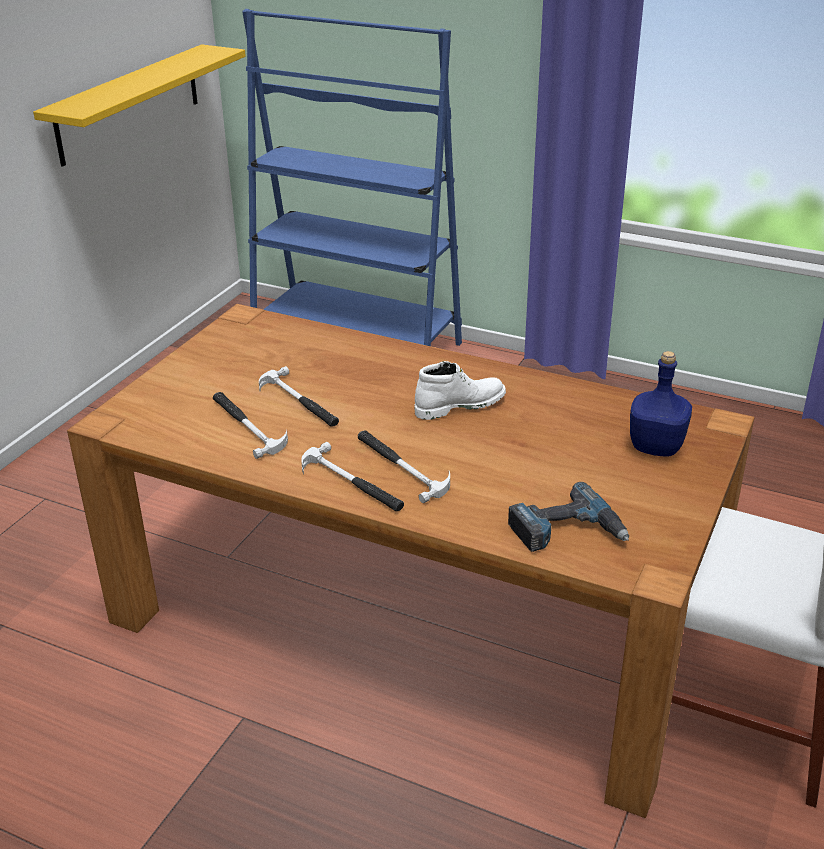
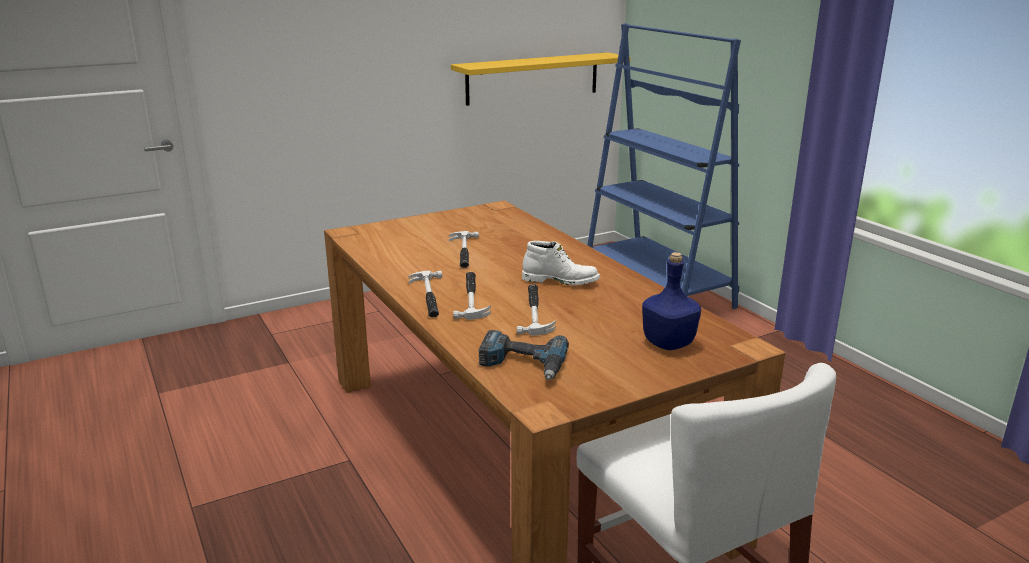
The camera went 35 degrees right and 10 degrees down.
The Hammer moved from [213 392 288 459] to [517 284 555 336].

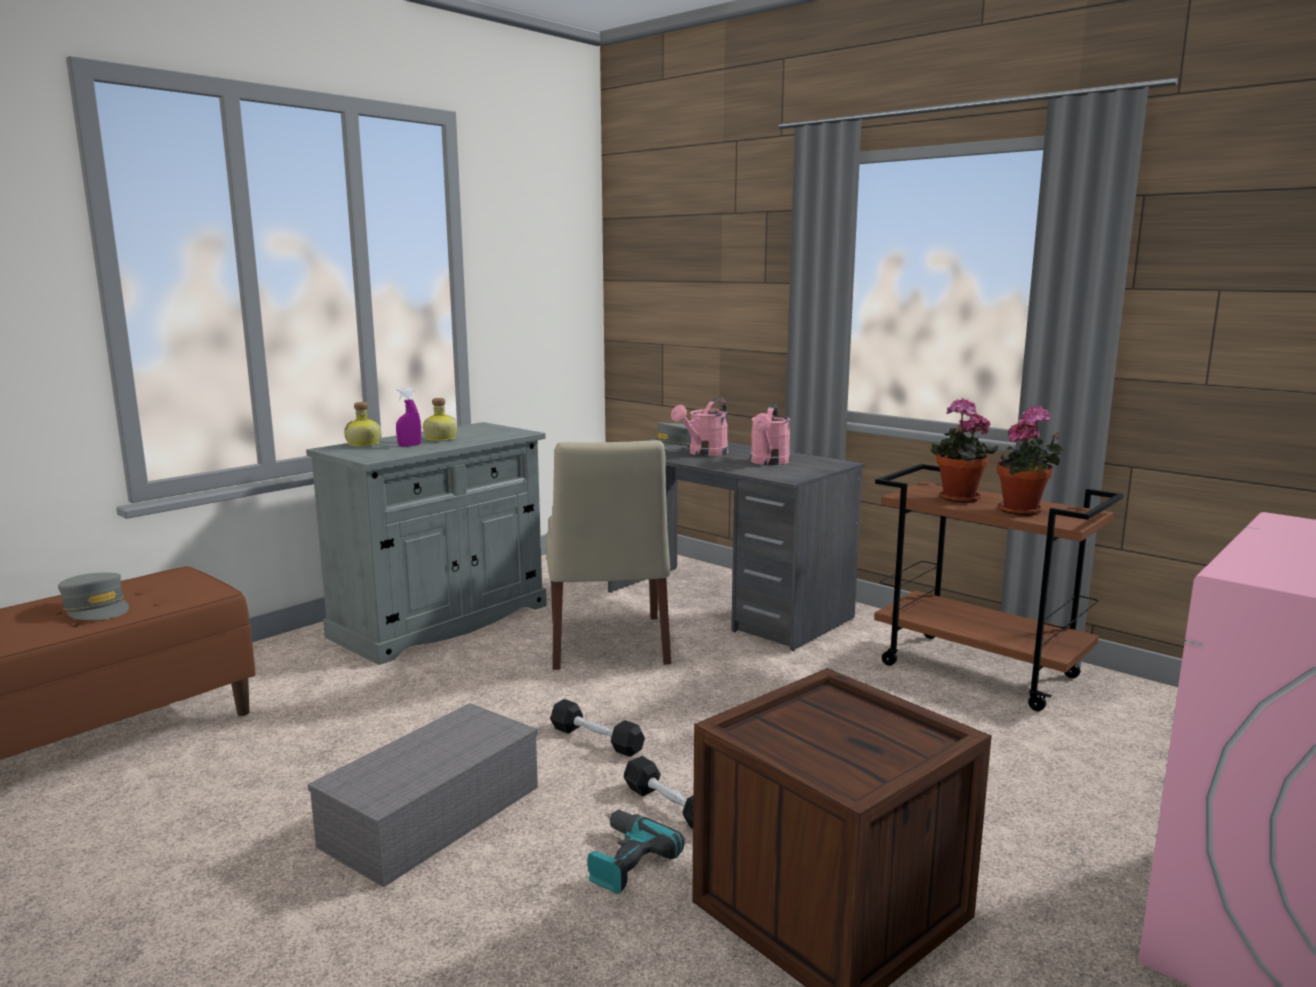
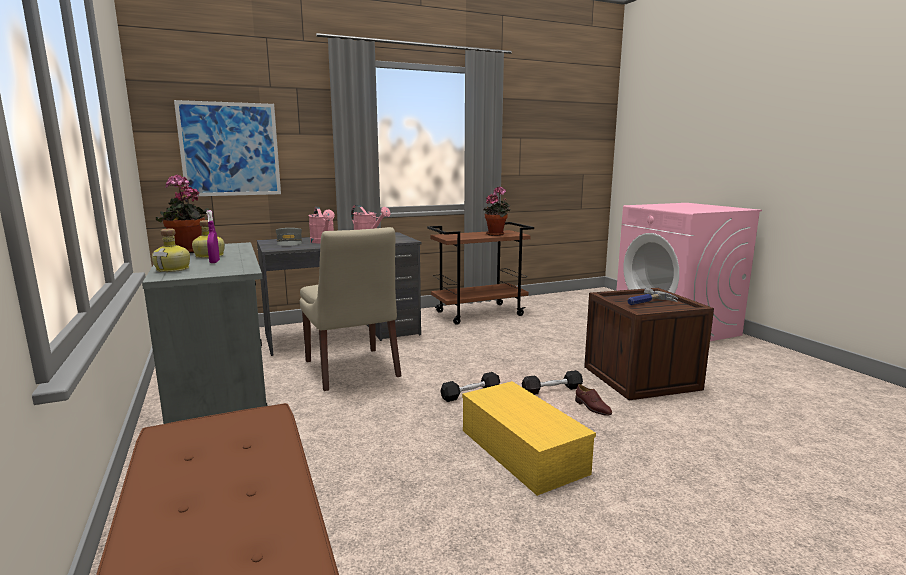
The camera went 65 degrees left and 0 degrees up.
The Topfpflanze moved from [930 398 998 503] to [156 174 209 253].
The Stuhl [beige] at [546 440 671 670] turned 45 degrees clockwise.
The Kappe [grau] at [58 573 129 620] disappeared.
The Aufbewahrungsbox [grau] at [308 703 538 887] became the Aufbewahrungsbox [gelb] at [462 381 596 496].
The Bohrmaschine at [587 810 685 894] was replaced by the Schuh [braun] at [575 384 612 416].
The Bild at [174 100 281 196] appeared.
The Hammer at [627 288 678 305] appeared.

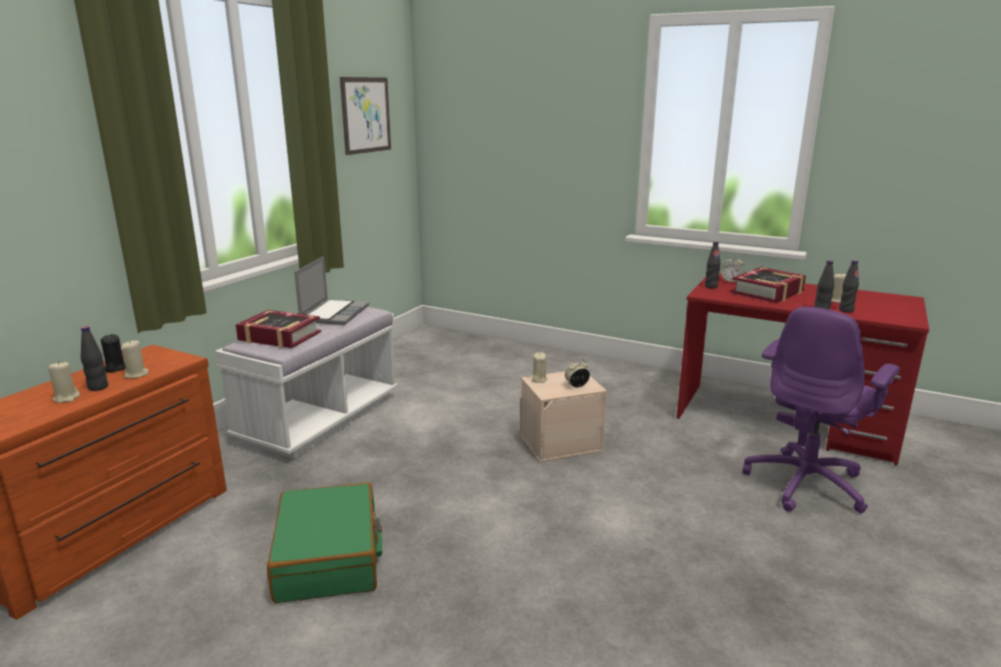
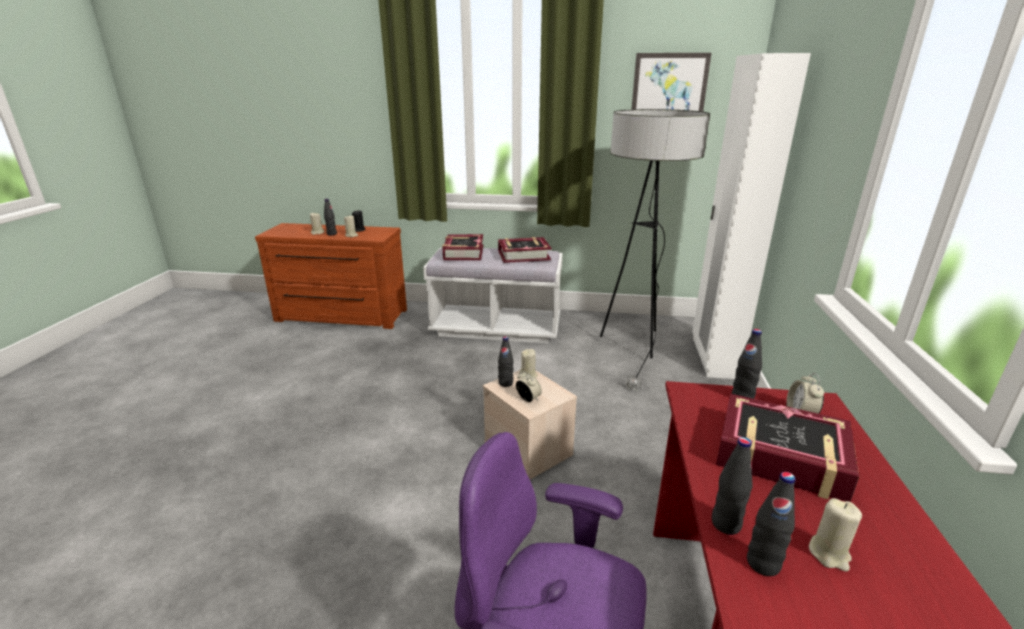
The camera went 70 degrees right and 5 degrees up.
The Laptop at [294 256 369 325] was replaced by the Buch at [498 237 551 263].
The Koffer [grün] at [267 482 382 603] disappeared.
The Kleiderschrank [weiß] at [692 53 811 379] appeared.
The Stehlampe at [600 109 710 391] appeared.
The Flasche [schwarz] at [498 336 514 387] appeared.

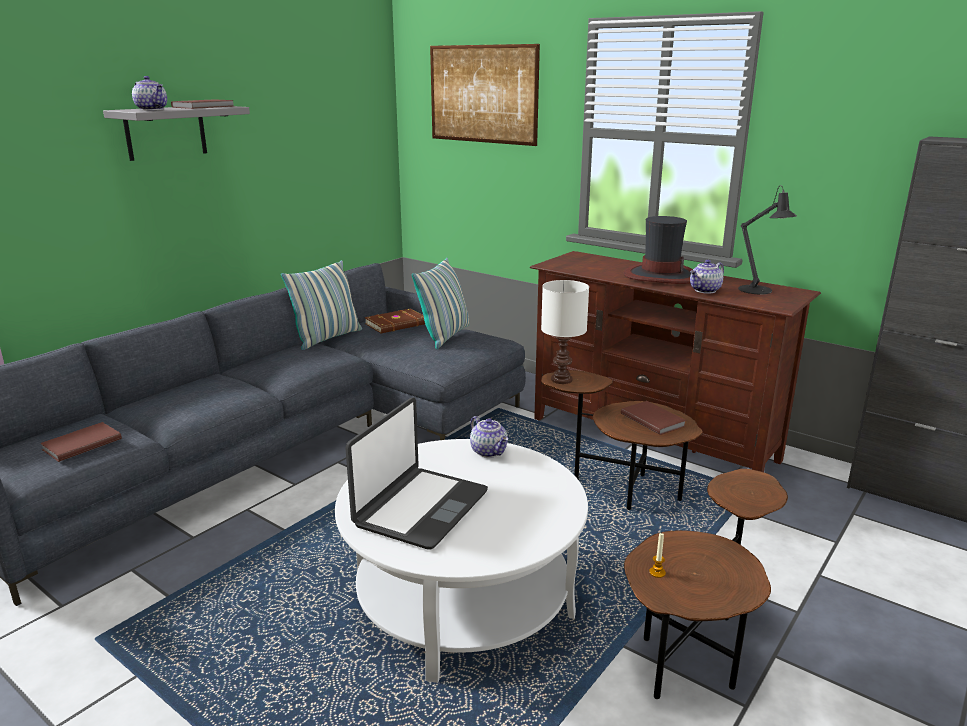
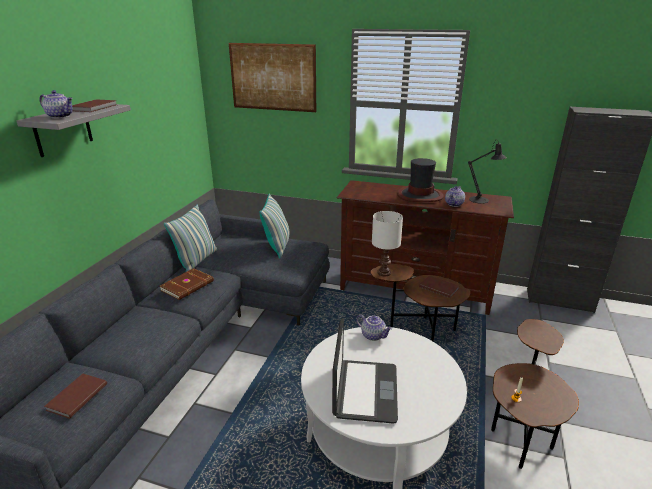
The camera went 20 degrees left and 5 degrees up.
The Buch [braun] moved from [364 309 425 333] to [160 268 214 300].

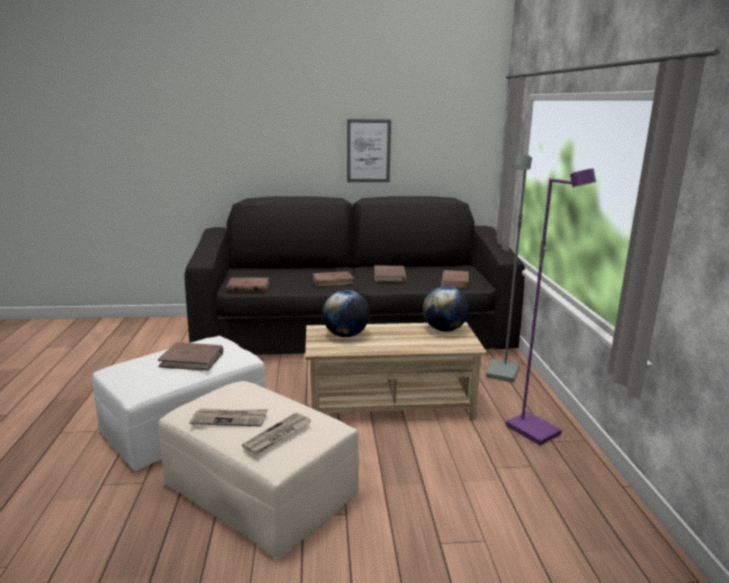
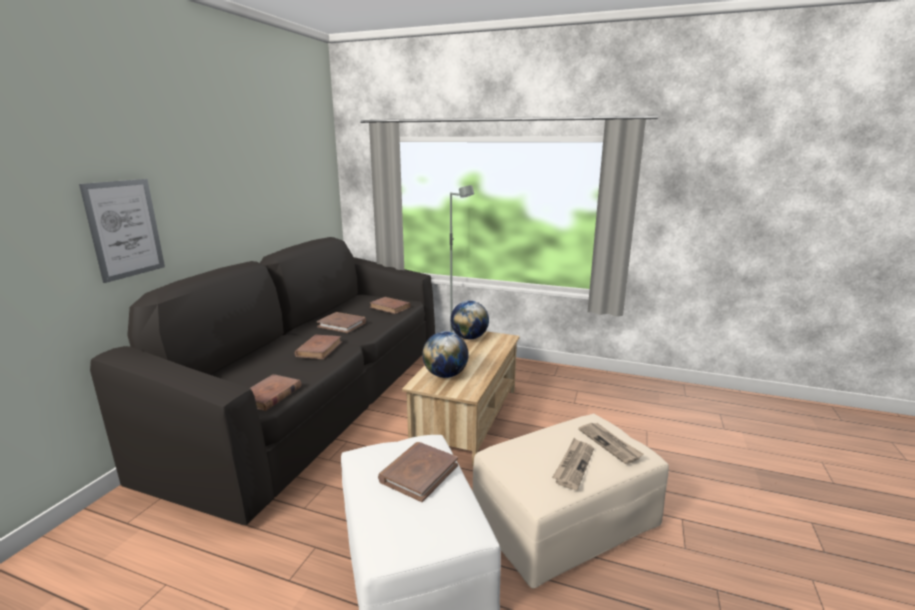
The camera went 65 degrees left and 0 degrees up.
The Bild moved from [347 119 391 182] to [79 179 165 283].
The Stehlampe [lila] at [506 169 596 445] disappeared.

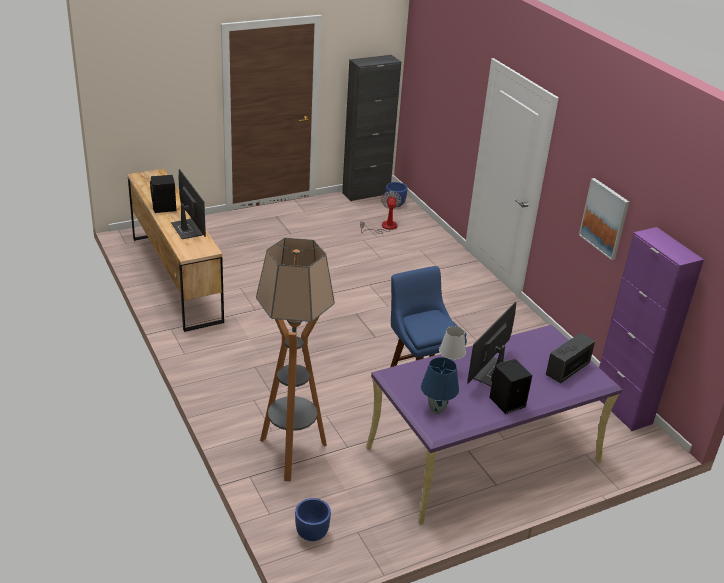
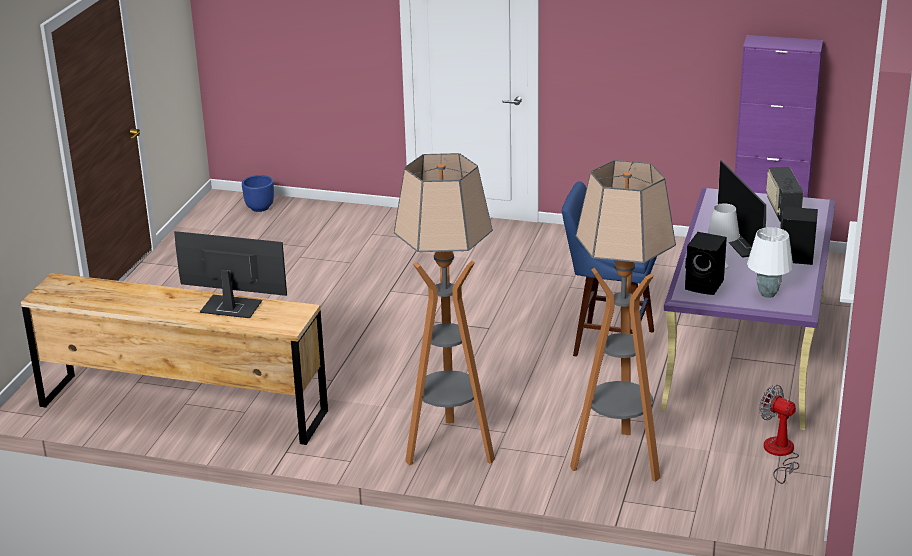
The camera went 45 degrees left and 5 degrees down.
The Schrank [schwarz] at [342 55 401 202] disappeared.
The Lautsprecher [schwarz] moved from [150 175 176 213] to [685 232 727 295].
The Bild at [579 178 629 260] disappeared.
The Ventilator moved from [360 191 401 234] to [759 385 799 484].
The Tischlampe [blau] at [421 357 459 414] became the Tischlampe [weiß] at [747 227 793 298].
The Pflanzkübel [blau] at [295 498 331 541] disappeared.
The Stehlampe at [394 153 495 466] appeared.

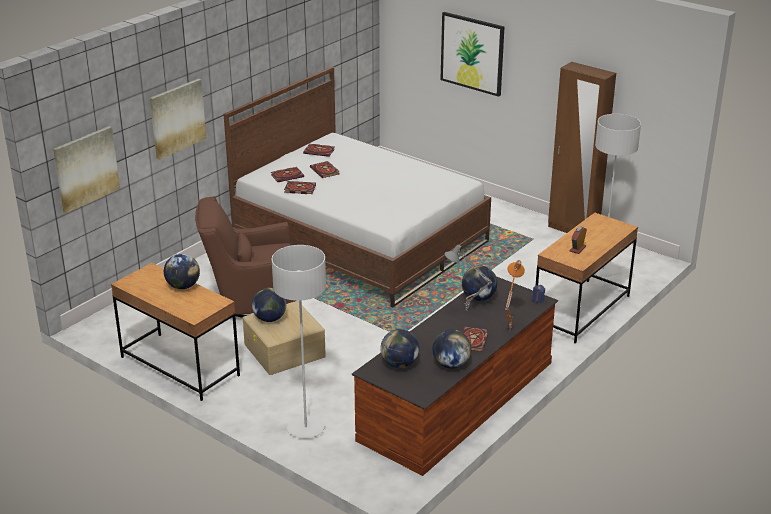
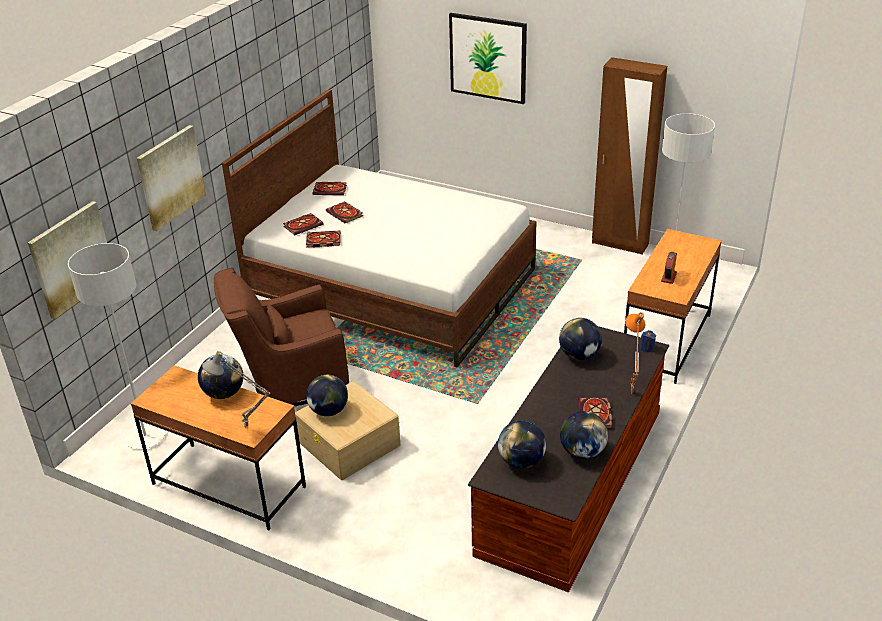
The camera went 10 degrees left and 5 degrees up.
The Tischlampe [grau] moved from [444 244 492 309] to [202 351 270 428].
The Stehlampe [grau] moved from [272 245 326 439] to [68 243 166 449].

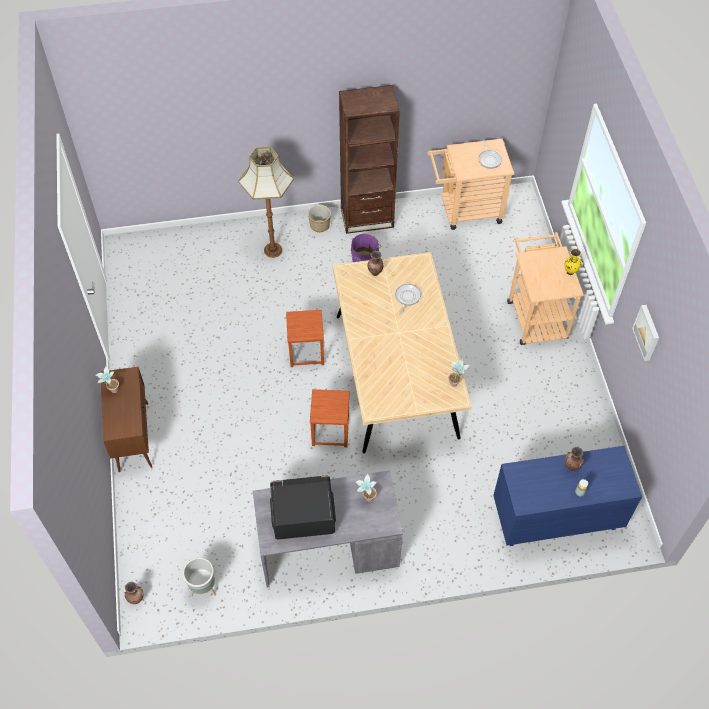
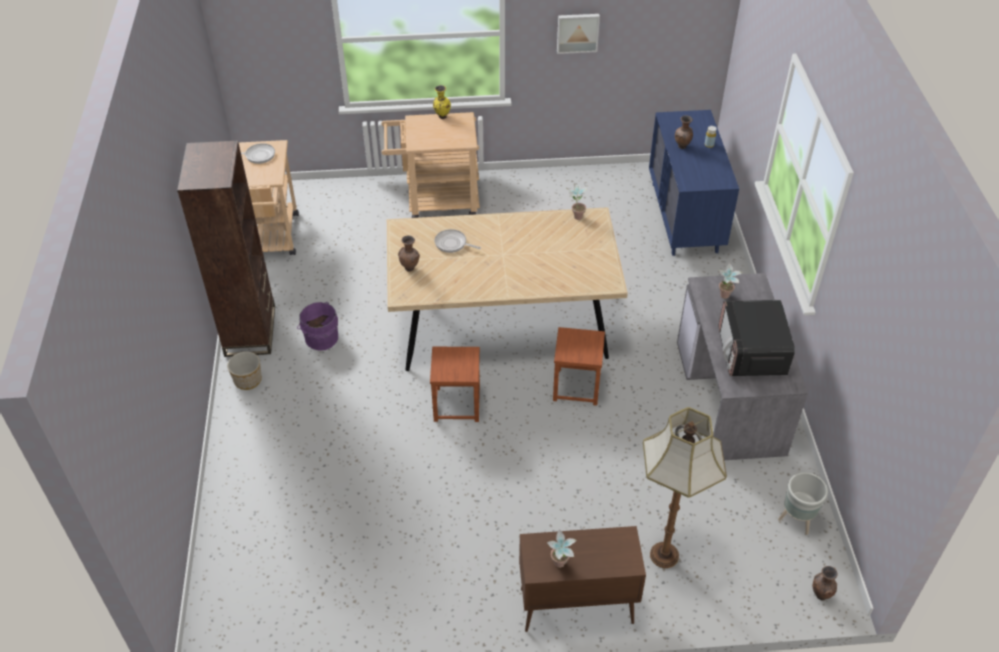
The camera went 85 degrees left and 10 degrees down.
The Stehlampe moved from [238 147 294 258] to [643 407 727 568].

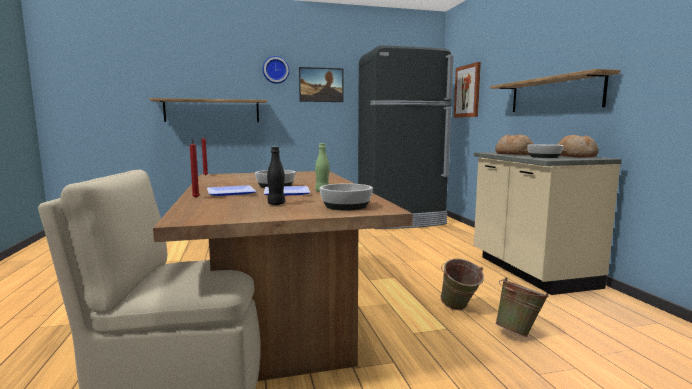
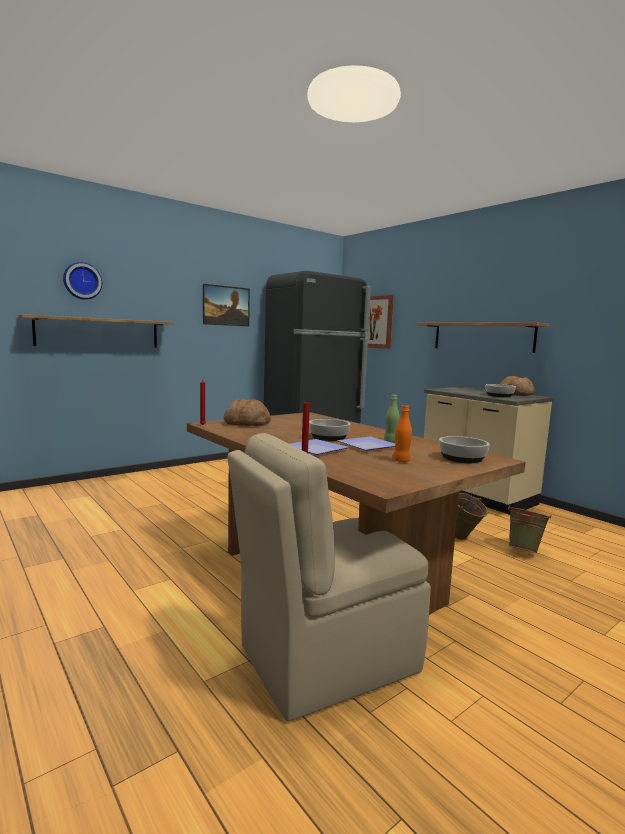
The camera went 25 degrees left and 0 degrees up.
The Wanduhr moved from [263 56 289 84] to [63 262 102 300].
The Brot moved from [495 135 533 155] to [224 399 271 426].
The Flasche [schwarz] at [267 147 285 205] became the Flasche [orange] at [393 405 412 462].

